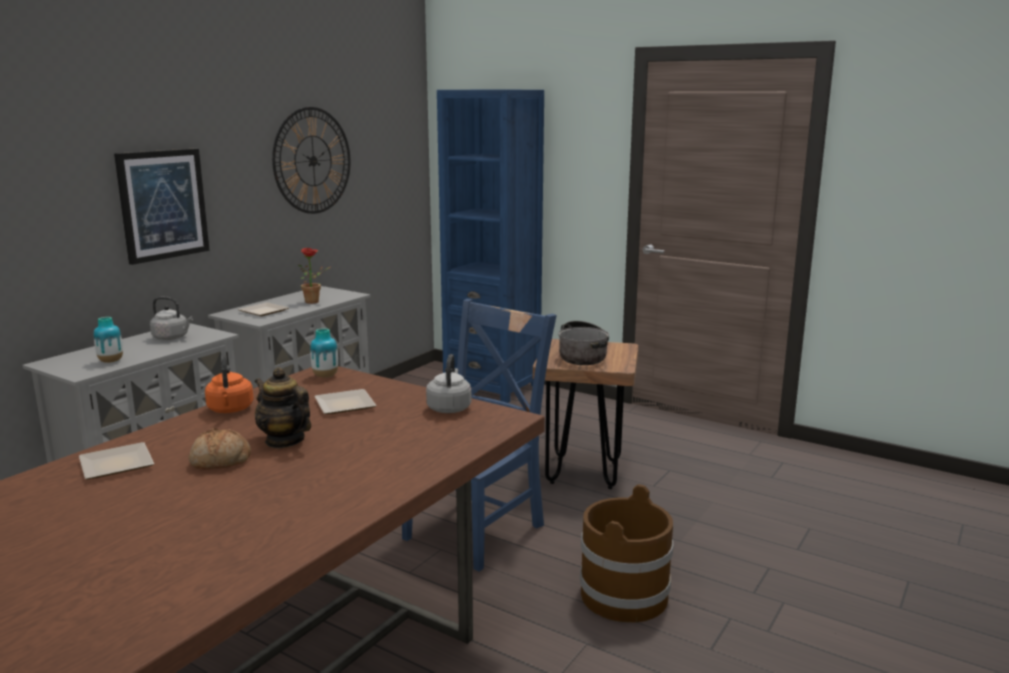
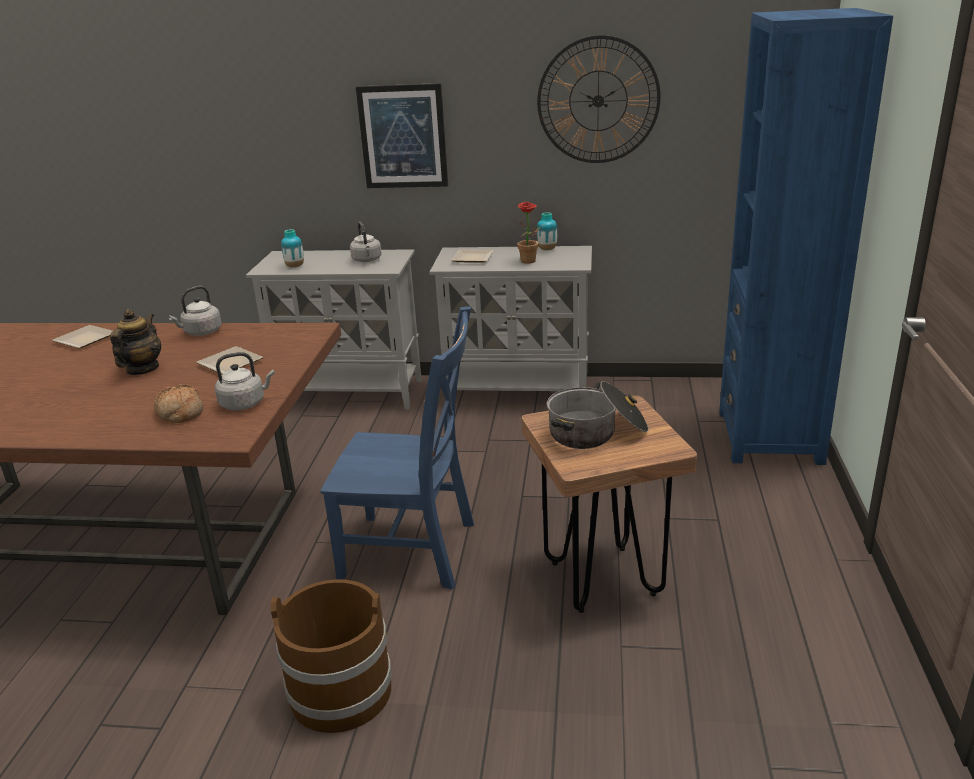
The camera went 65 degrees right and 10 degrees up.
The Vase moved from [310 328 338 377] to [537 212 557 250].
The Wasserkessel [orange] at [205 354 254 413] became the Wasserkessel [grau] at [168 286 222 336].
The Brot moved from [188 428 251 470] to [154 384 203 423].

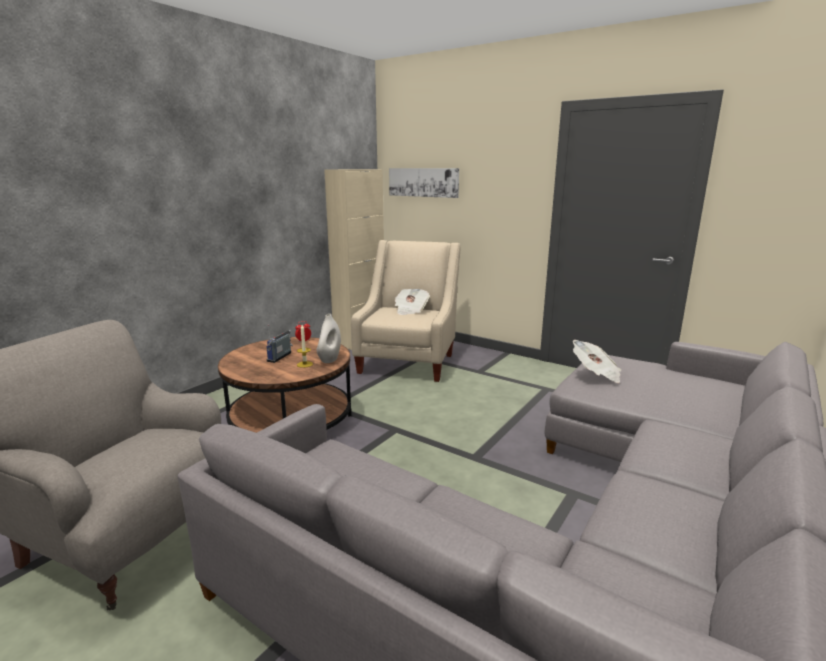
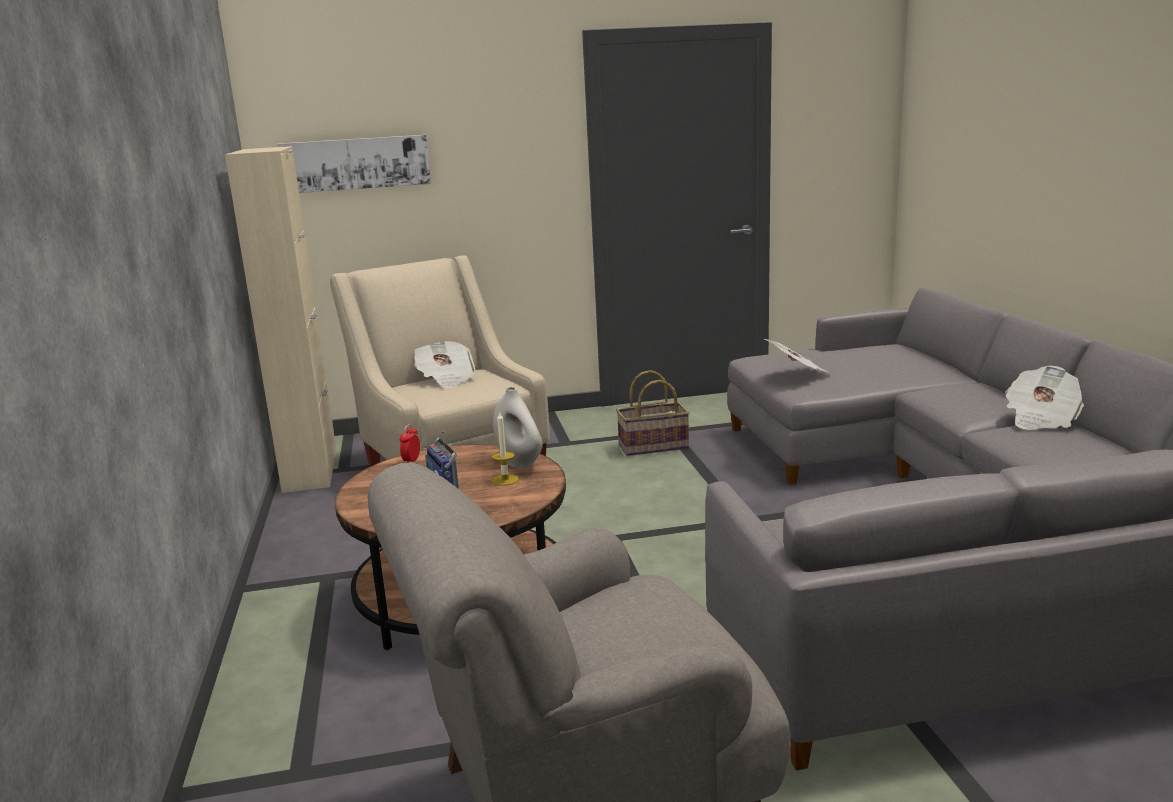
The camera went 45 degrees left and 0 degrees up.
The Zeitung at [1005 366 1084 430] appeared.
The Korb at [616 370 690 456] appeared.

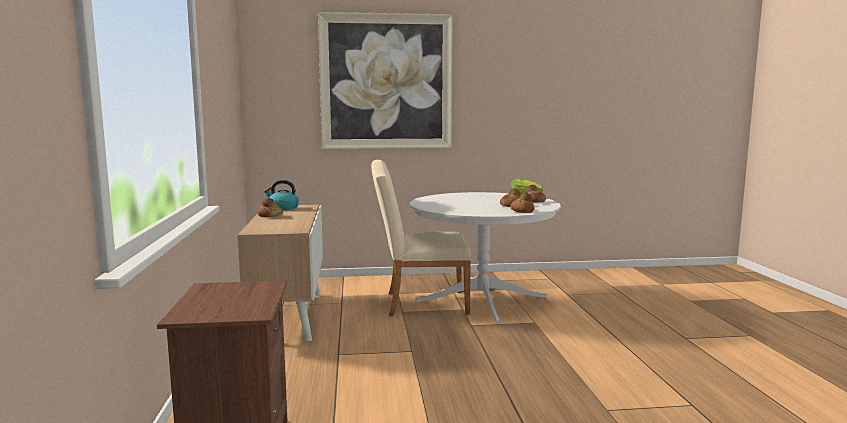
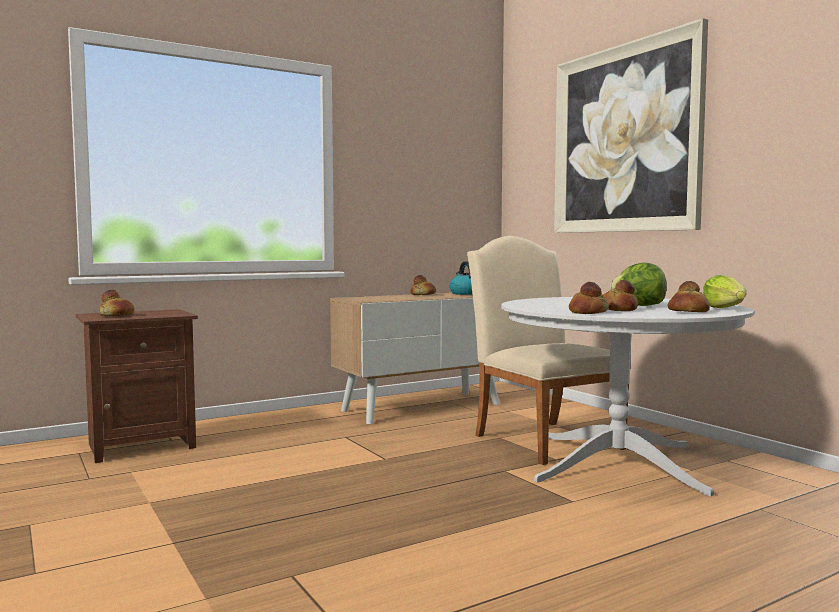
The camera went 65 degrees right and 5 degrees down.
The Salatkopf at [610 263 667 306] appeared.
The Brot at [99 290 135 316] appeared.

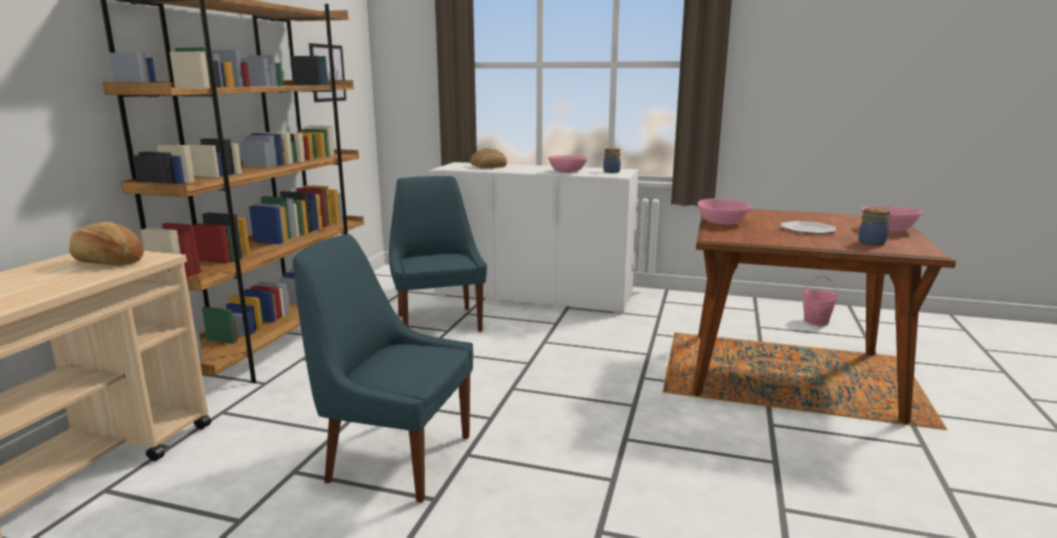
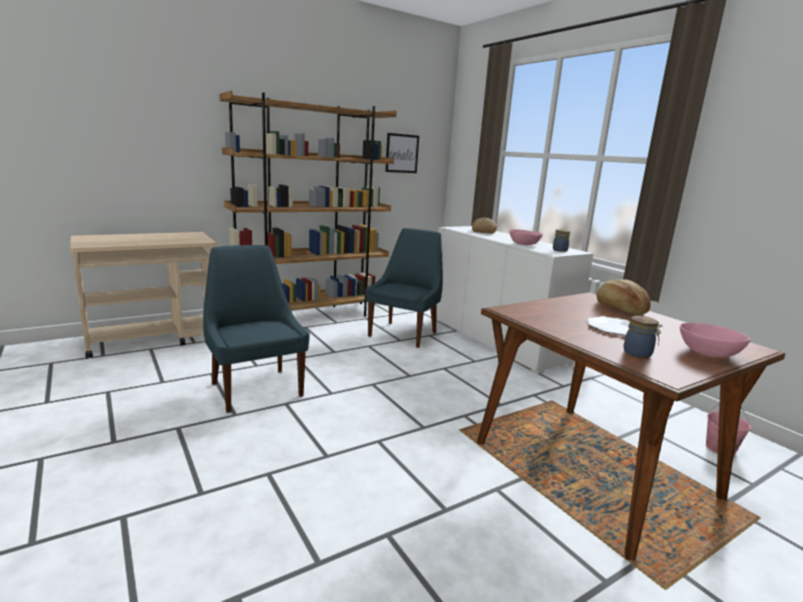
The camera went 40 degrees right and 0 degrees up.
The Schüssel [rosa] at [698 199 751 225] disappeared.
The Brot moved from [69 222 144 266] to [596 279 651 314].

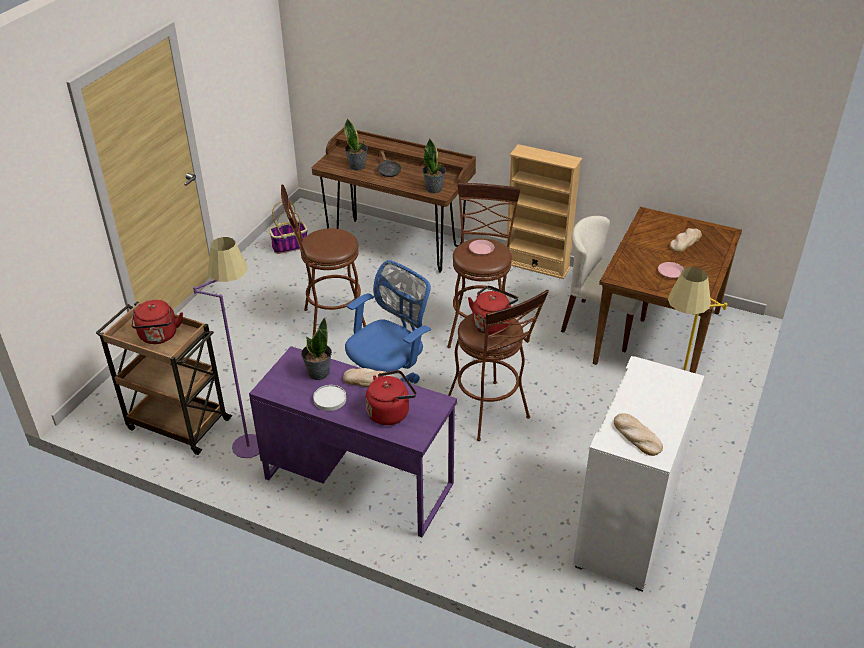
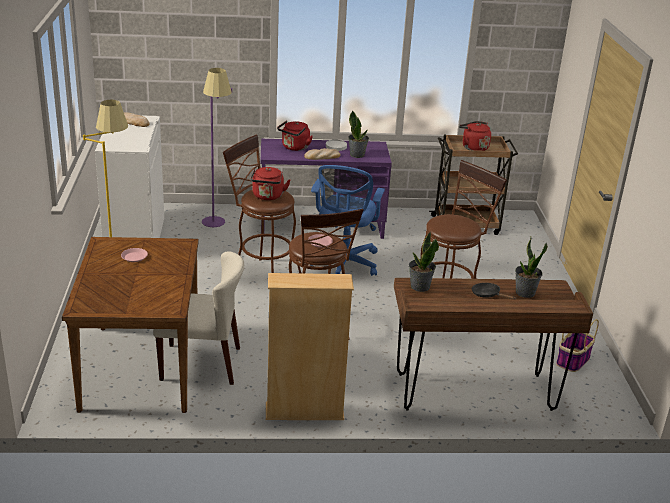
The camera went 150 degrees right and 10 degrees down.
The Brot at [669 228 702 252] disappeared.
The Stehlampe [lila] moved from [193 237 259 458] to [202 68 232 227].

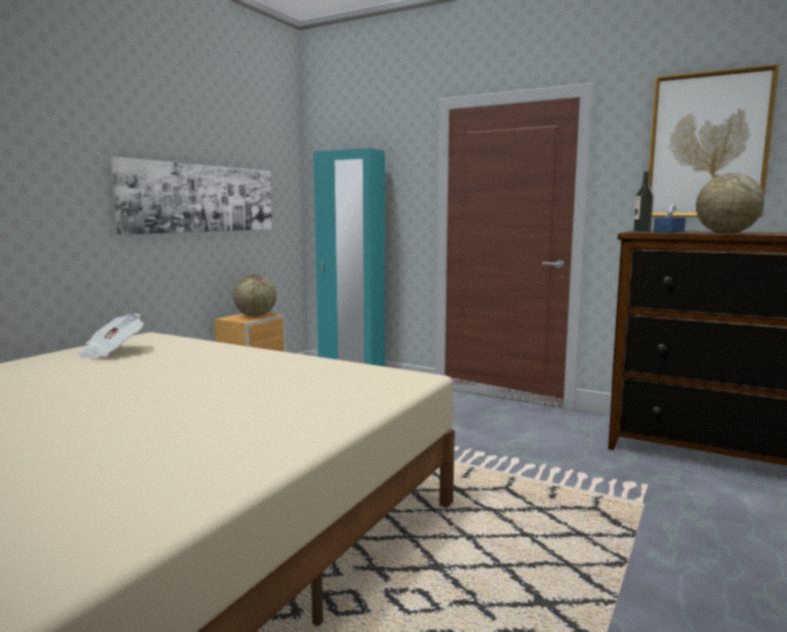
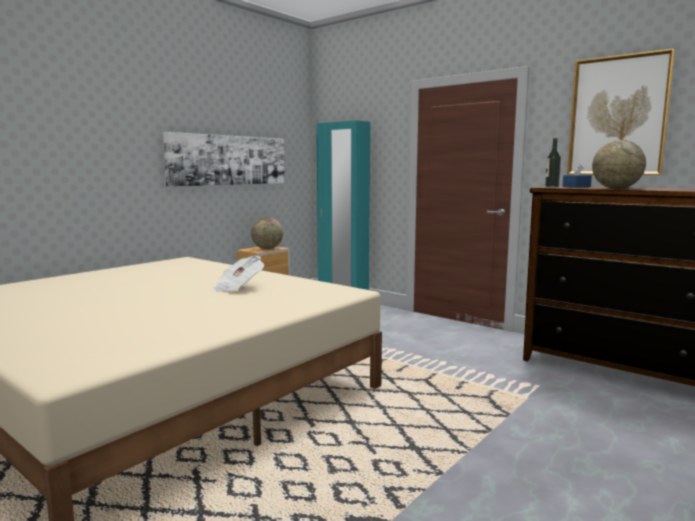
The camera went 10 degrees right and 0 degrees up.
The Zeitung moved from [76 313 144 359] to [211 256 264 292].

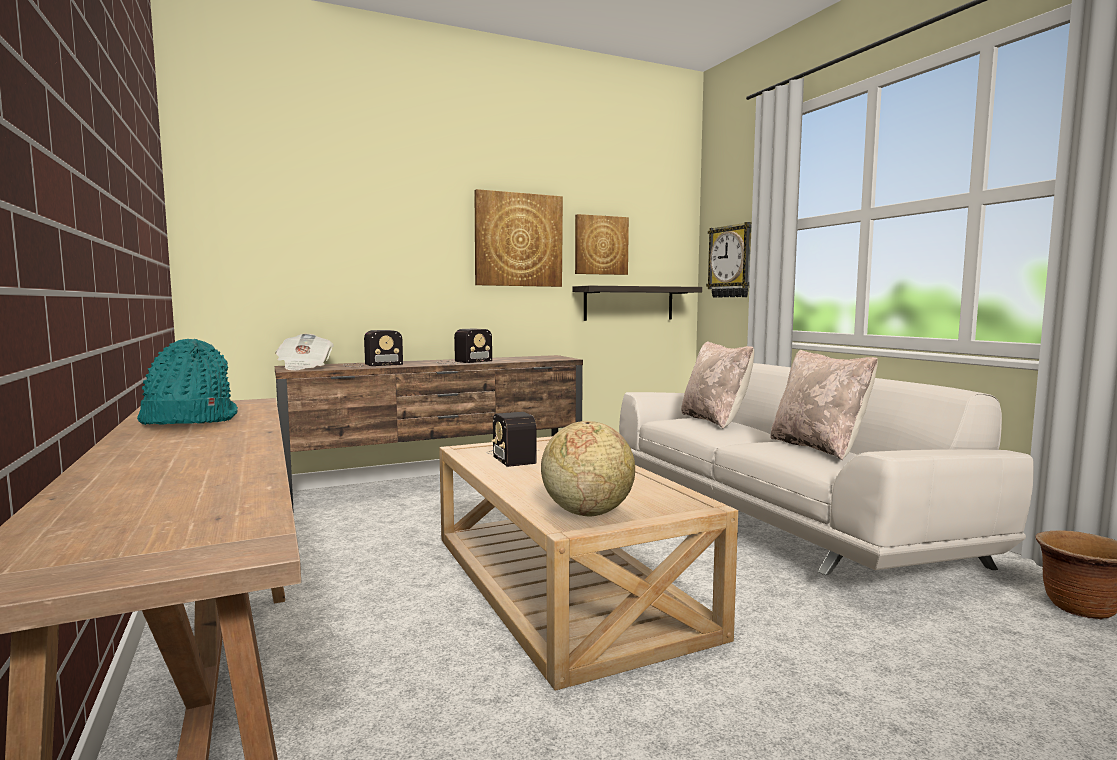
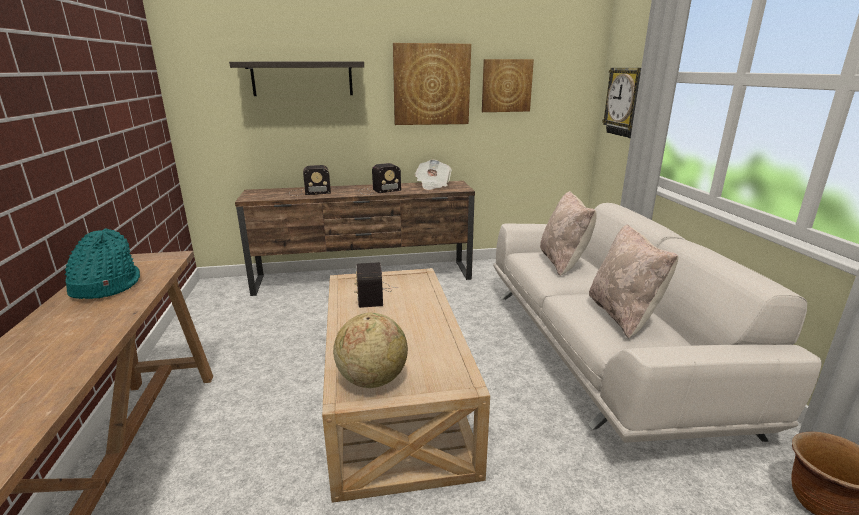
The camera went 15 degrees right and 15 degrees up.
The Wandregal moved from [572 286 702 321] to [229 62 364 96].
The Zeitung moved from [275 334 334 370] to [415 160 452 190].

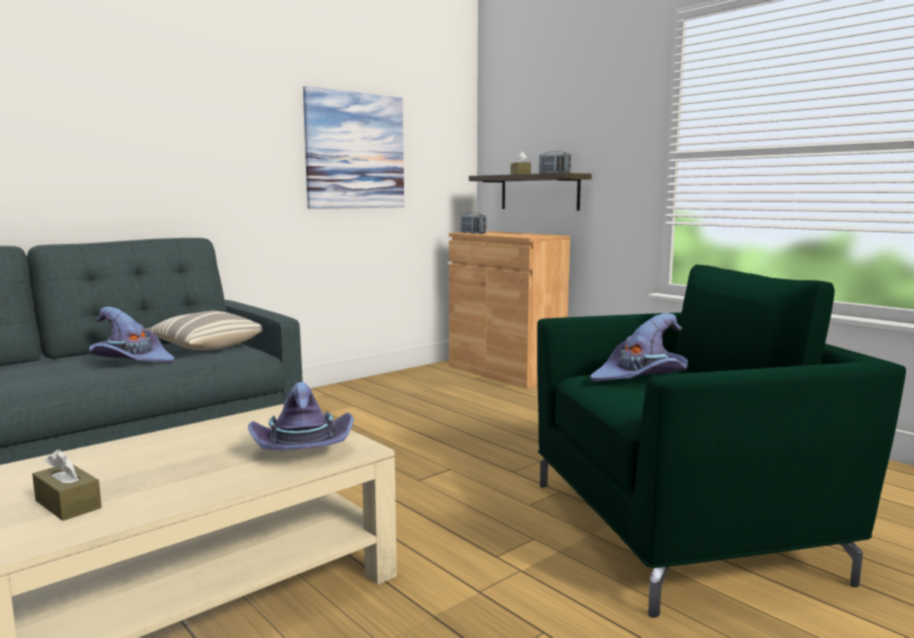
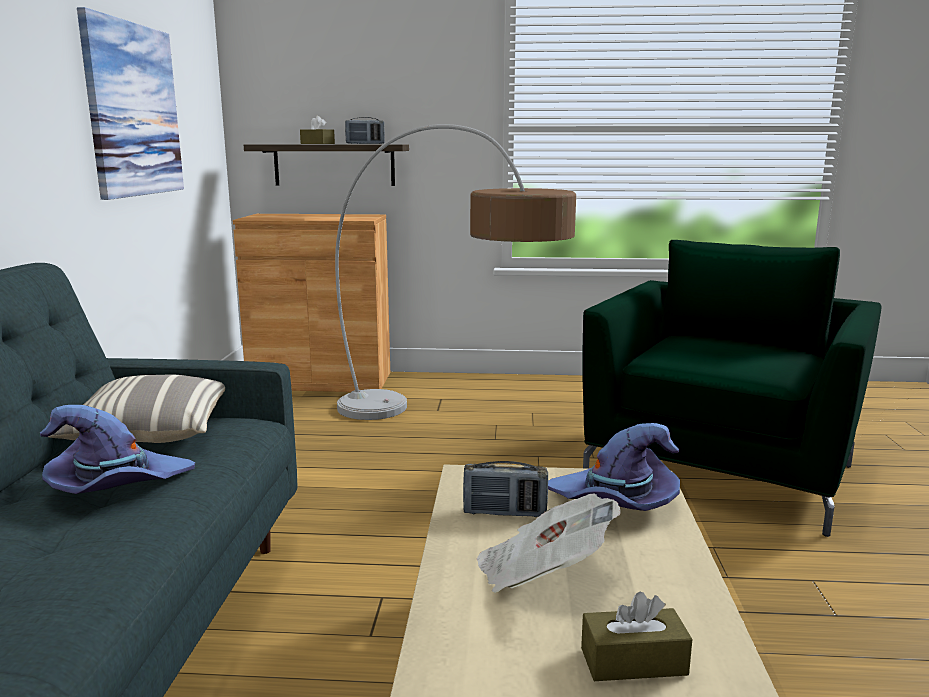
The camera went 45 degrees left and 5 degrees up.
The Radio moved from [461 212 487 234] to [463 461 548 517].
The Hut [lila] at [591 313 688 381] disappeared.
The Stehlampe at [335 124 576 420] appeared.
The Zeitung at [477 493 621 593] appeared.

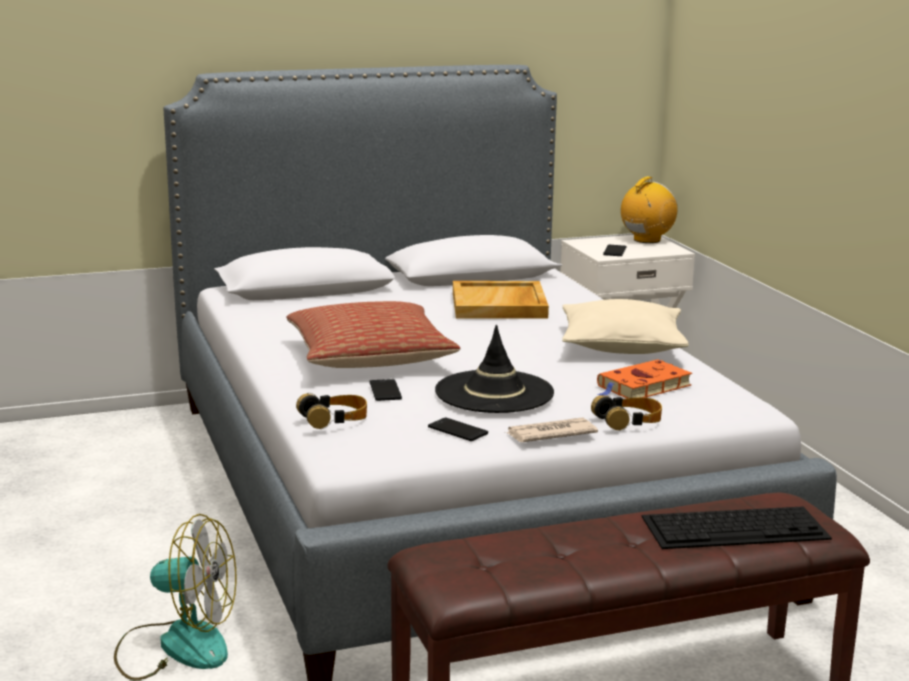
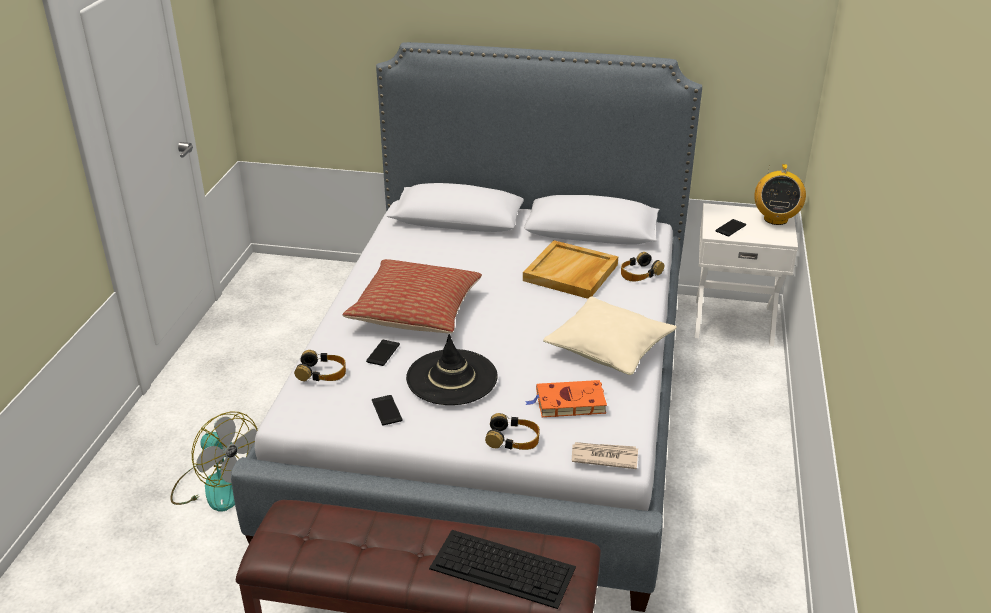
The camera went 30 degrees right and 15 degrees up.
The Radio at [621 176 678 243] turned 120 degrees clockwise.
The Zeitung moved from [505 418 598 442] to [572 442 638 469].
The Kopfhörer at [621 252 664 282] appeared.

